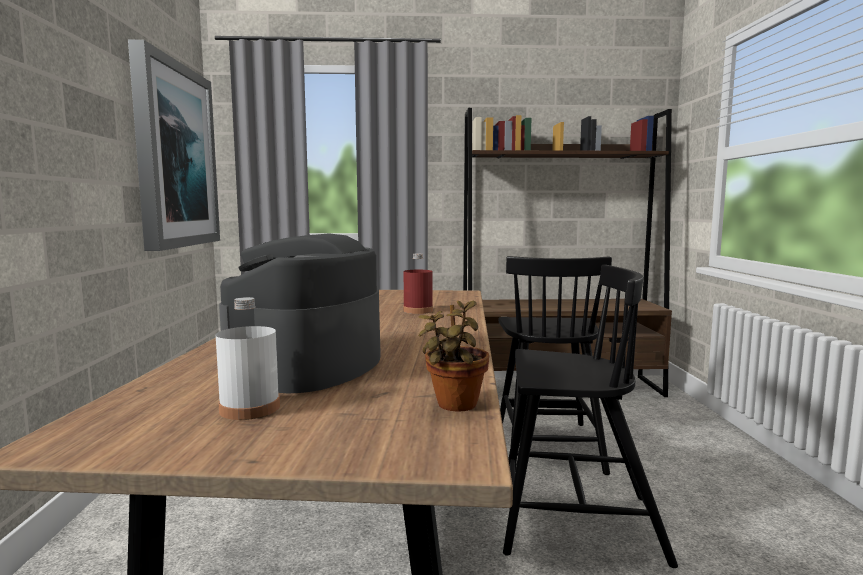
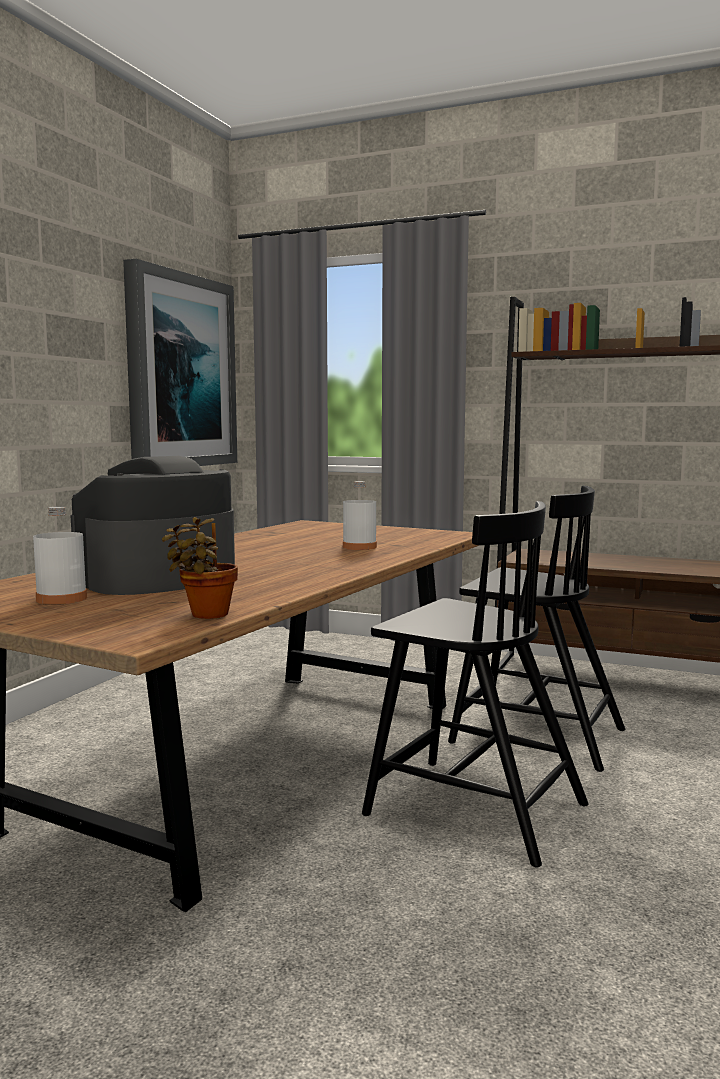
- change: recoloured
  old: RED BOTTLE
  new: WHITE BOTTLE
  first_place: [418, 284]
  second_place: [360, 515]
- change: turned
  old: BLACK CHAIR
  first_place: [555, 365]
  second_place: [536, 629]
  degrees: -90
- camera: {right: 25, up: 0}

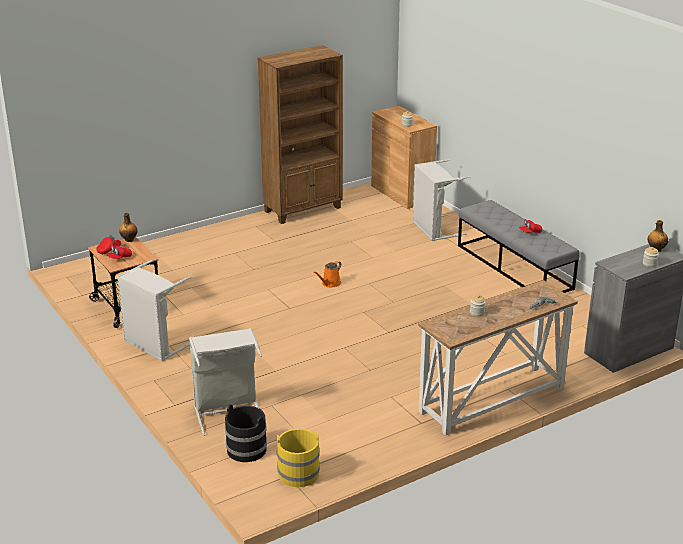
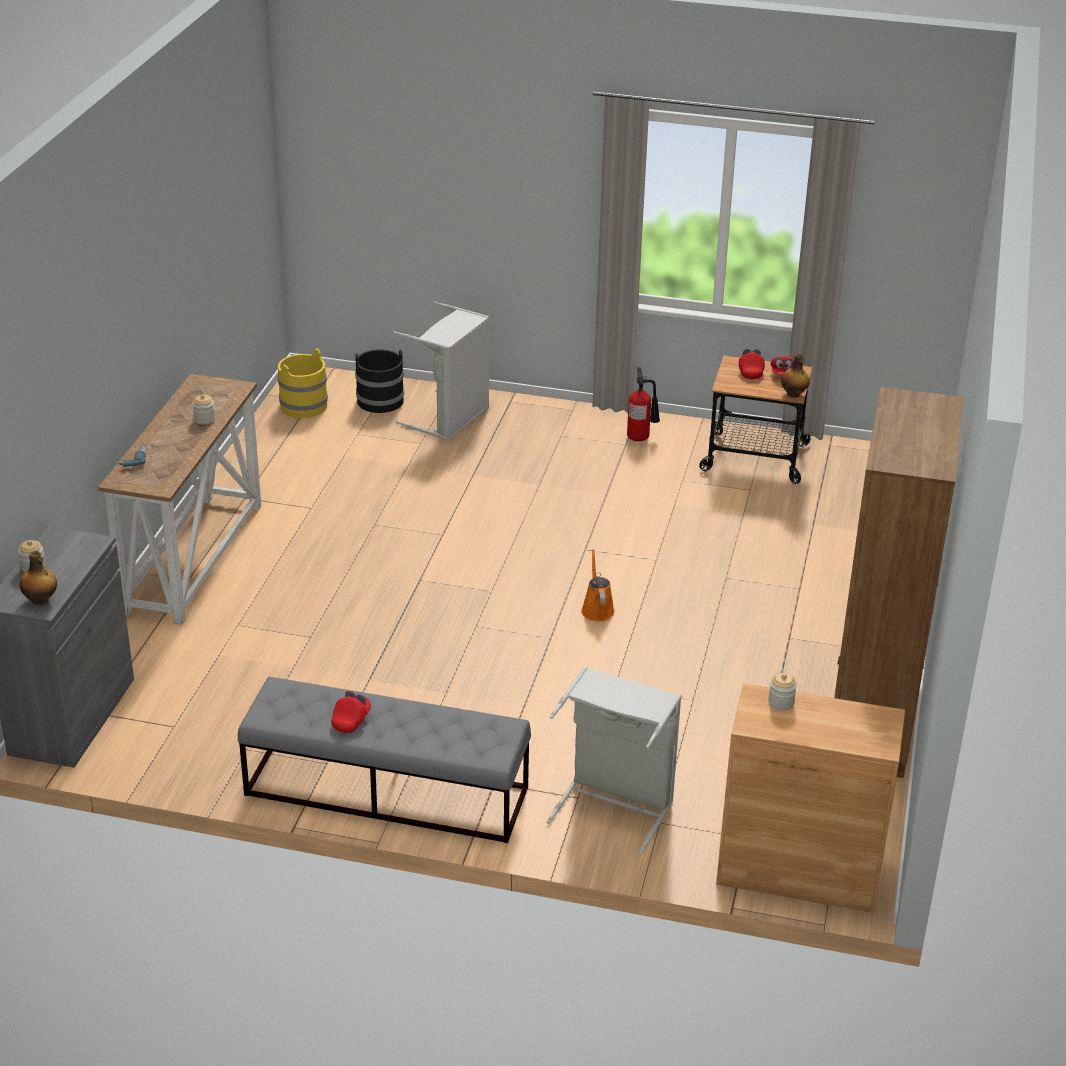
- change: replaced
  old: GREY LAUNDRY BASKET
  new: FIRE EXTINGUISHER
  first_place: [154, 310]
  second_place: [643, 404]
- camera: {right: 135, up: 5}

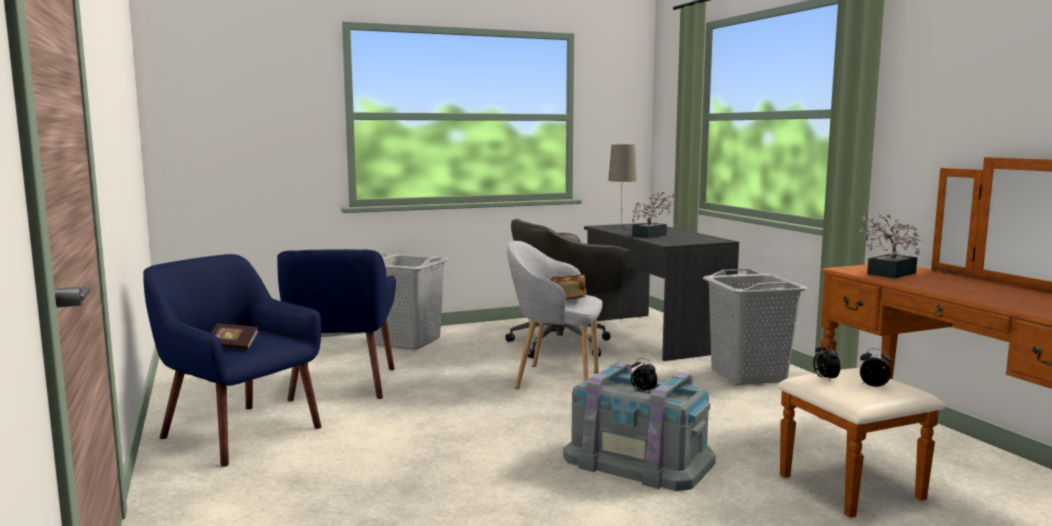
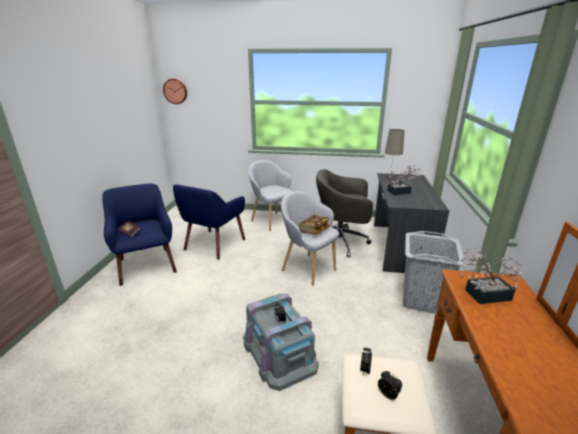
- change: added
  new: WALL CLOCK
  second_place: [175, 91]
- change: replaced
  old: GREY LAUNDRY BASKET
  new: GREY ARMCHAIR
  first_place: [411, 301]
  second_place: [271, 195]
- camera: {right: 30, up: 15}

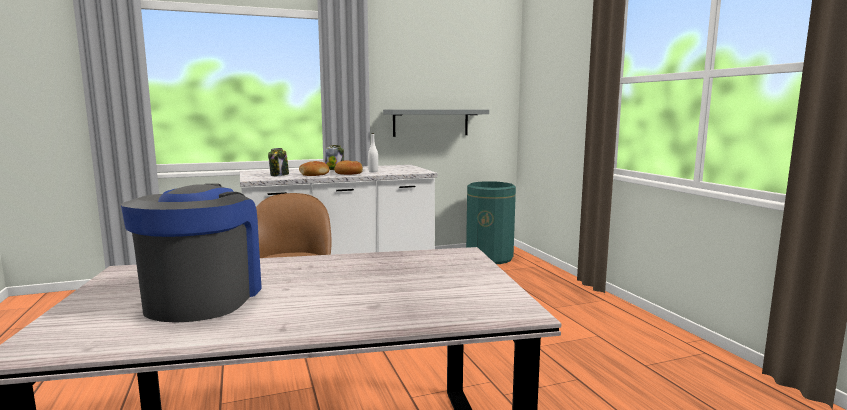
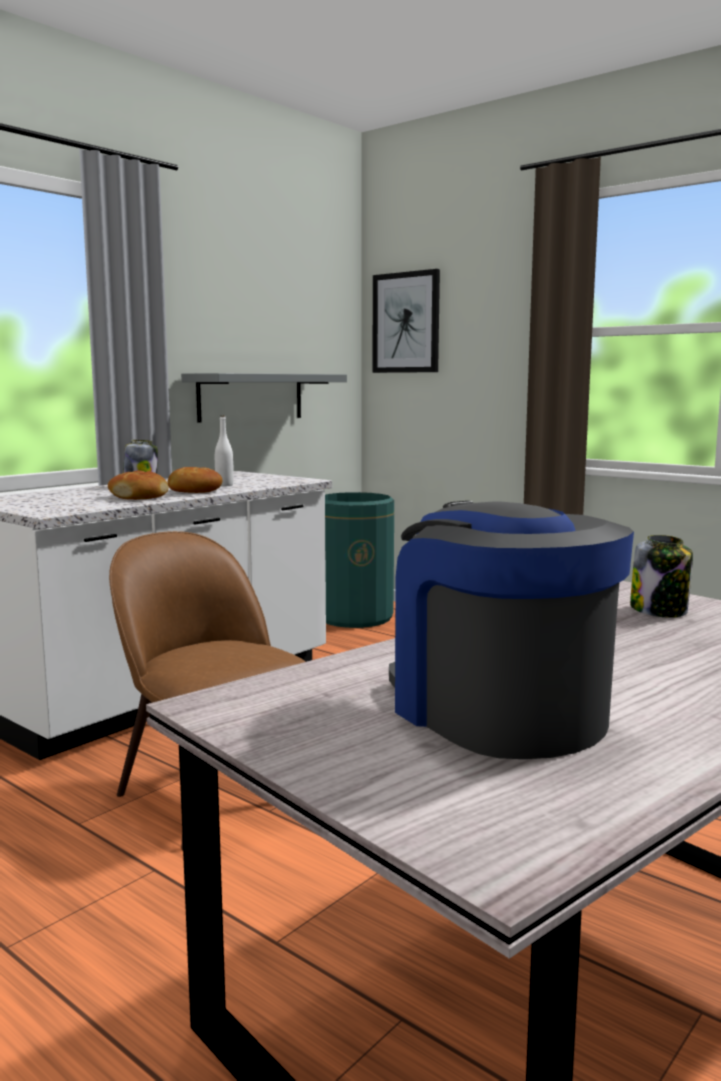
- change: added
  new: PICTURE
  second_place: [406, 321]
- change: moved
  old: JAR
  first_place: [278, 162]
  second_place: [661, 576]
- camera: {right: -30, up: 0}

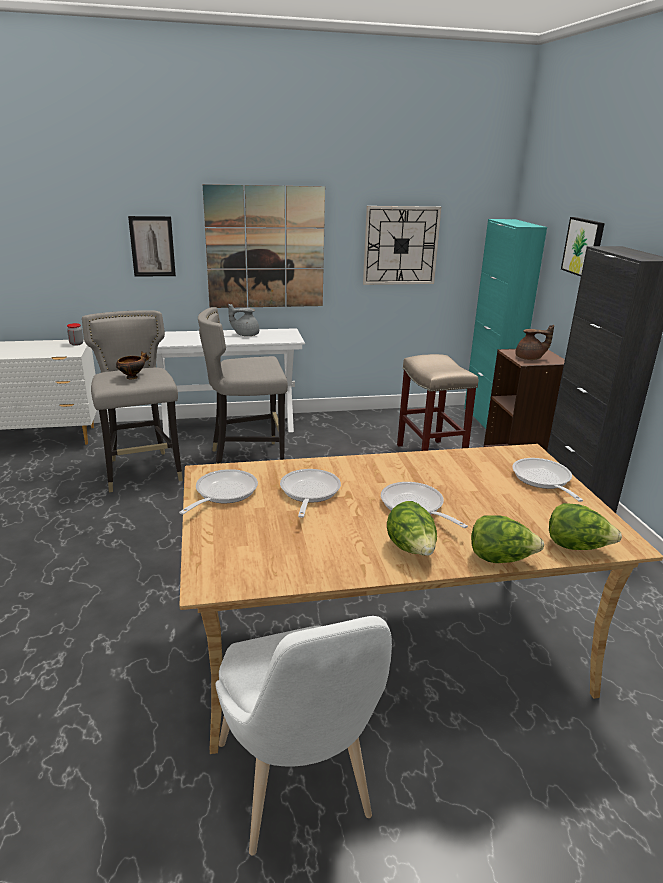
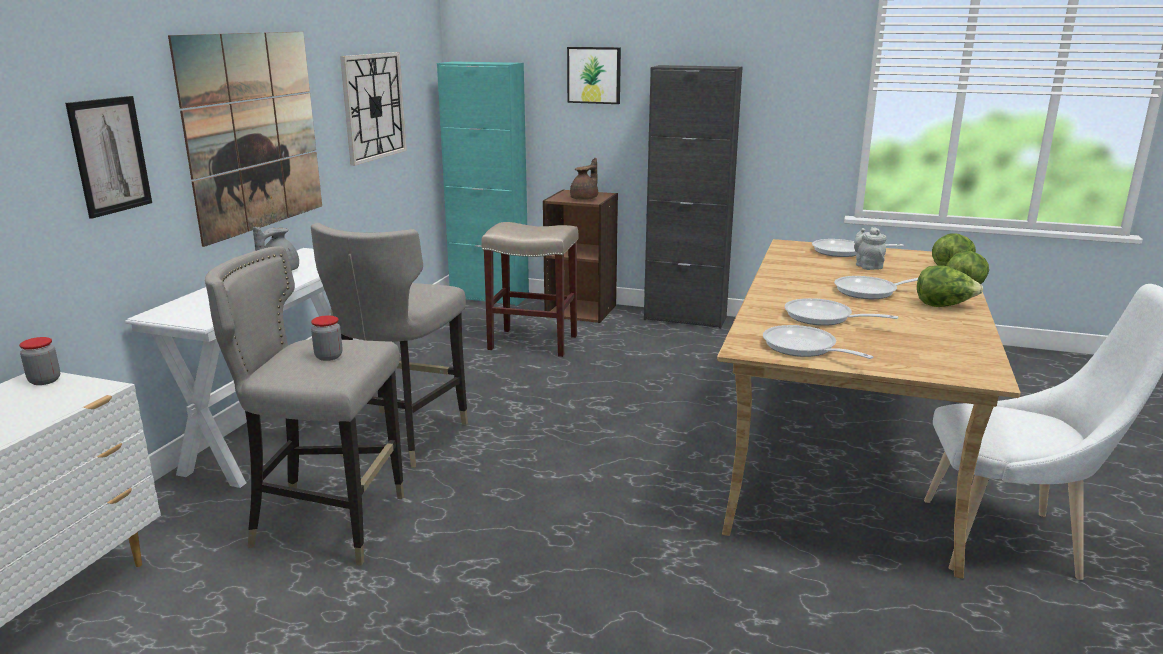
- change: replaced
  old: BOWL
  new: JAR
  first_place: [132, 365]
  second_place: [326, 338]
- change: added
  new: GREY TEAPOT
  second_place: [870, 248]
- camera: {right: -60, up: -5}

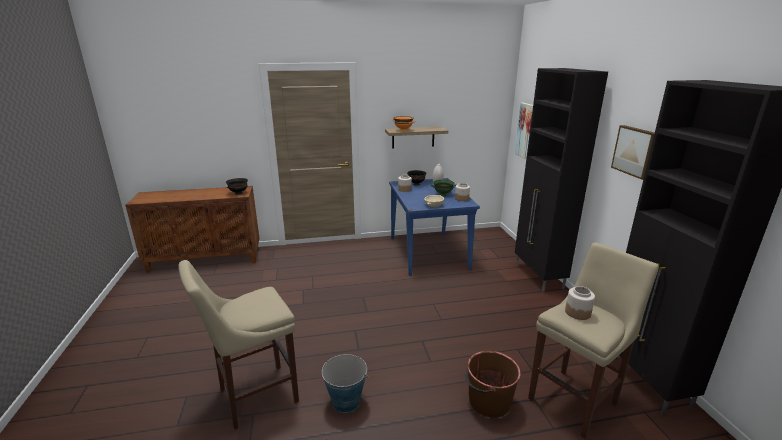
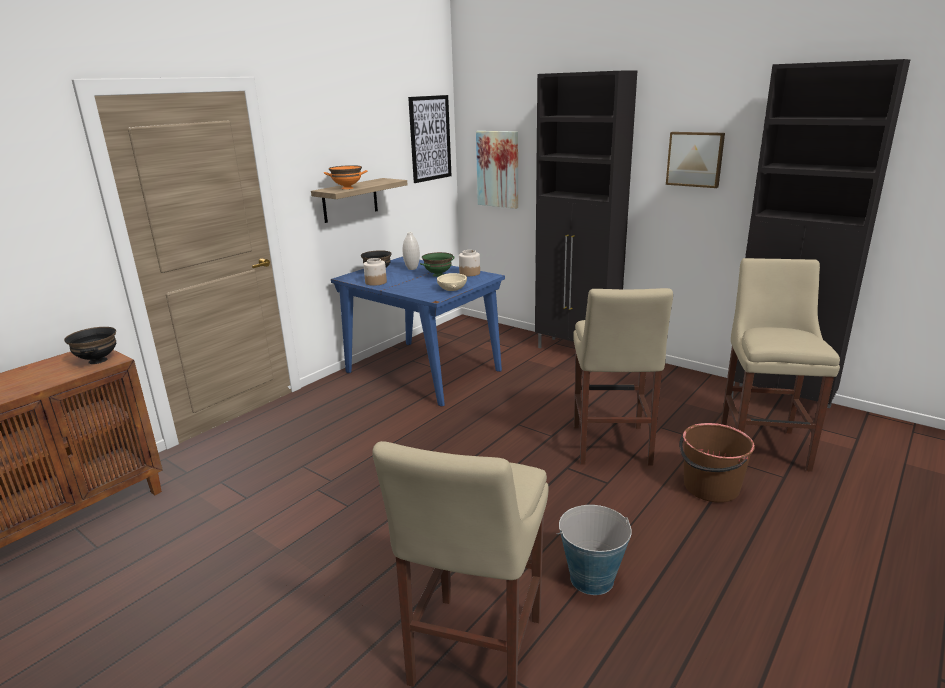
- change: added
  new: PICTURE
  second_place: [429, 139]
- change: added
  new: BEIGE STOOL
  second_place: [623, 376]
- change: removed
  old: JAR
  first_place: [580, 303]
- camera: {right: -40, up: 0}

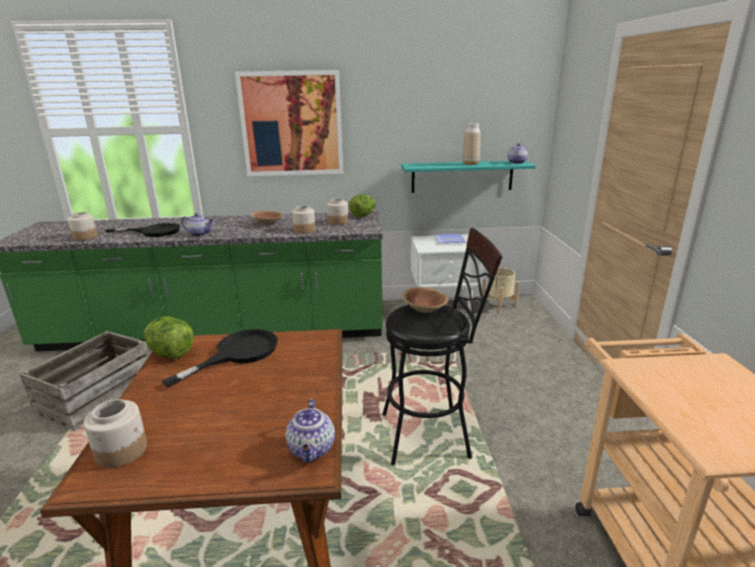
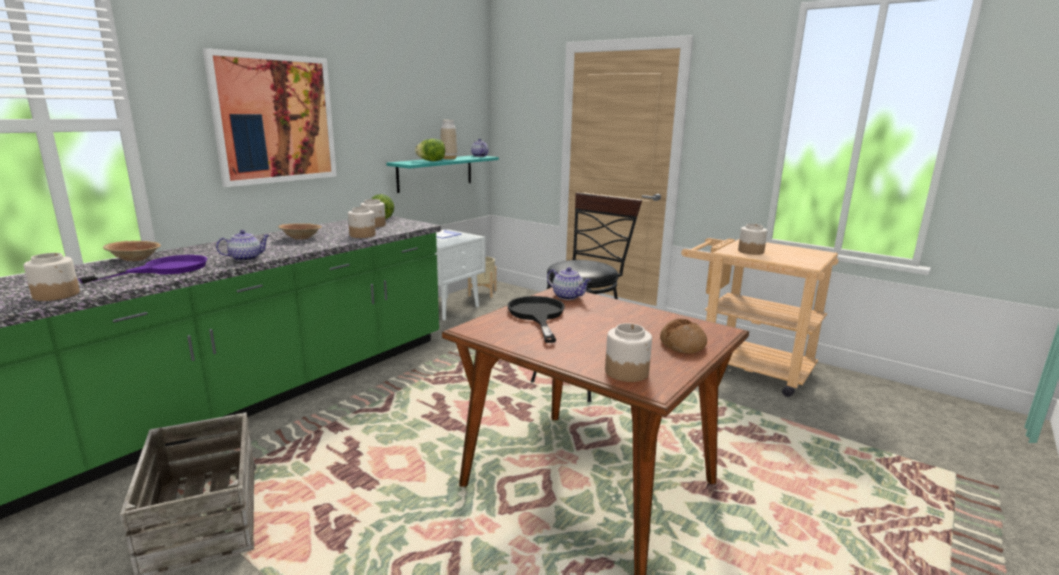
- change: recoloured
  old: BLACK FRYING PAN
  new: PURPLE FRYING PAN
  first_place: [142, 230]
  second_place: [142, 269]
- change: moved
  old: BROWN BOWL
  first_place: [425, 300]
  second_place: [132, 251]
- change: moved
  old: LETTUCE
  first_place: [169, 337]
  second_place: [430, 150]
- change: moved
  old: TEAPOT
  first_place: [310, 431]
  second_place: [569, 283]
- change: added
  new: BREAD
  second_place: [683, 336]
- change: added
  new: JAR
  second_place: [752, 239]
- camera: {right: -50, up: -5}

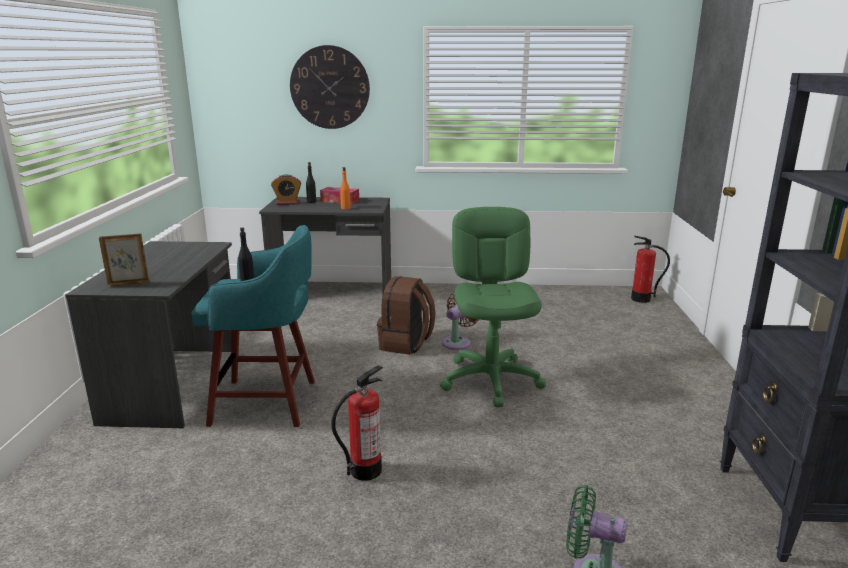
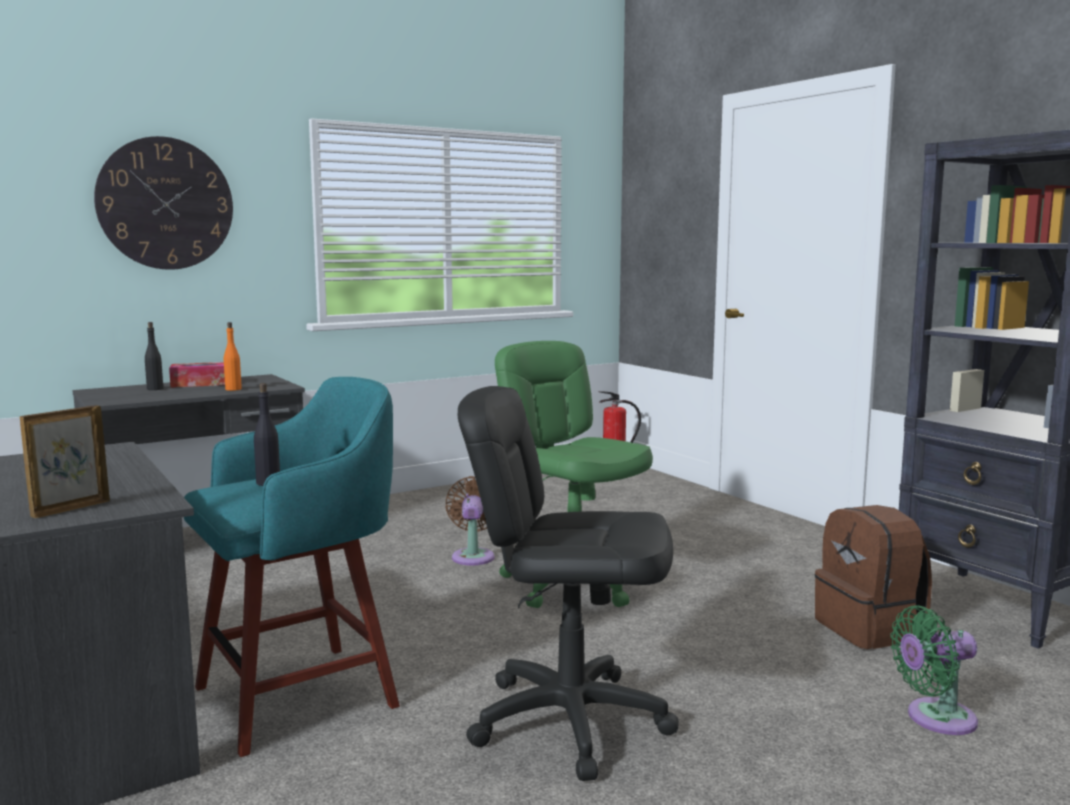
- change: replaced
  old: FIRE EXTINGUISHER
  new: BLACK OFFICE CHAIR
  first_place: [357, 423]
  second_place: [568, 583]
- change: moved
  old: BROWN BACKPACK
  first_place: [406, 315]
  second_place: [873, 577]
- change: removed
  old: ALARM CLOCK
  first_place: [286, 189]
- camera: {right: -35, up: -10}

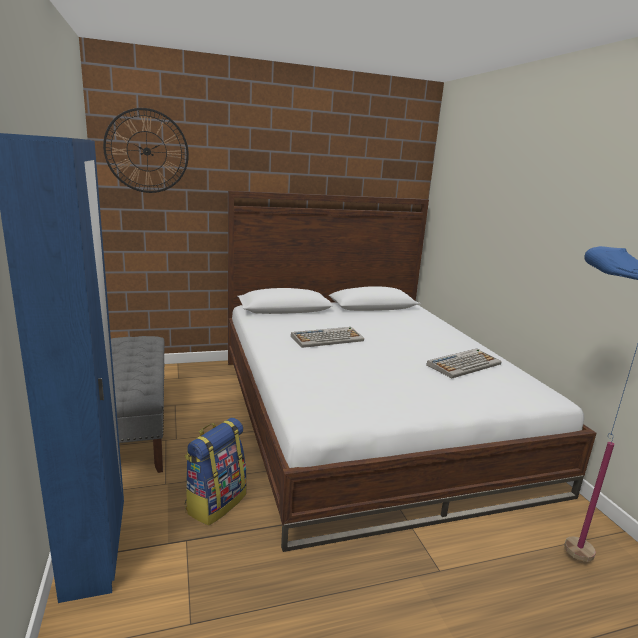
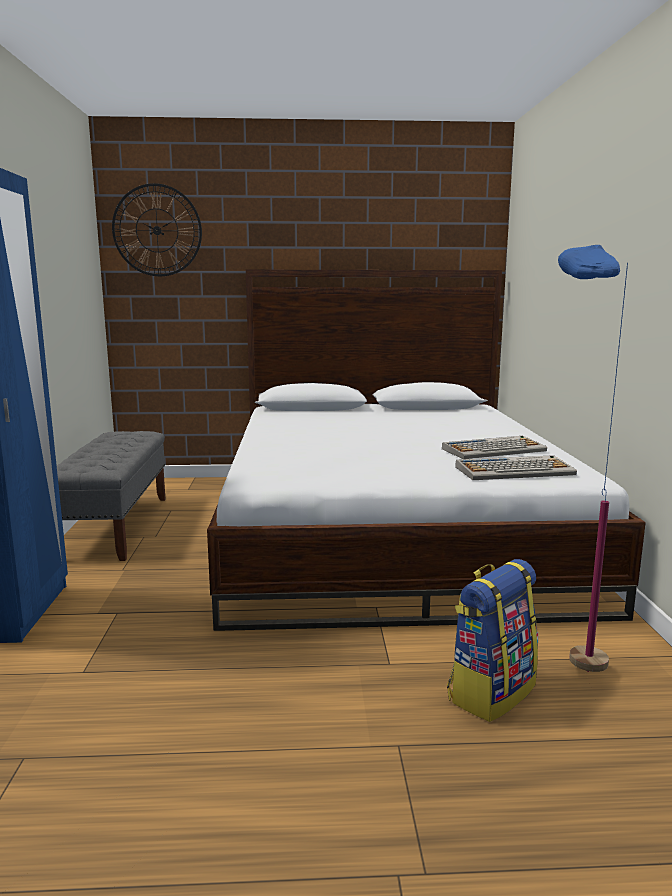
- change: moved
  old: BACKPACK
  first_place: [216, 472]
  second_place: [492, 640]
- change: moved
  old: KEYBOARD
  first_place: [327, 337]
  second_place: [516, 467]
- camera: {right: 15, up: -5}

